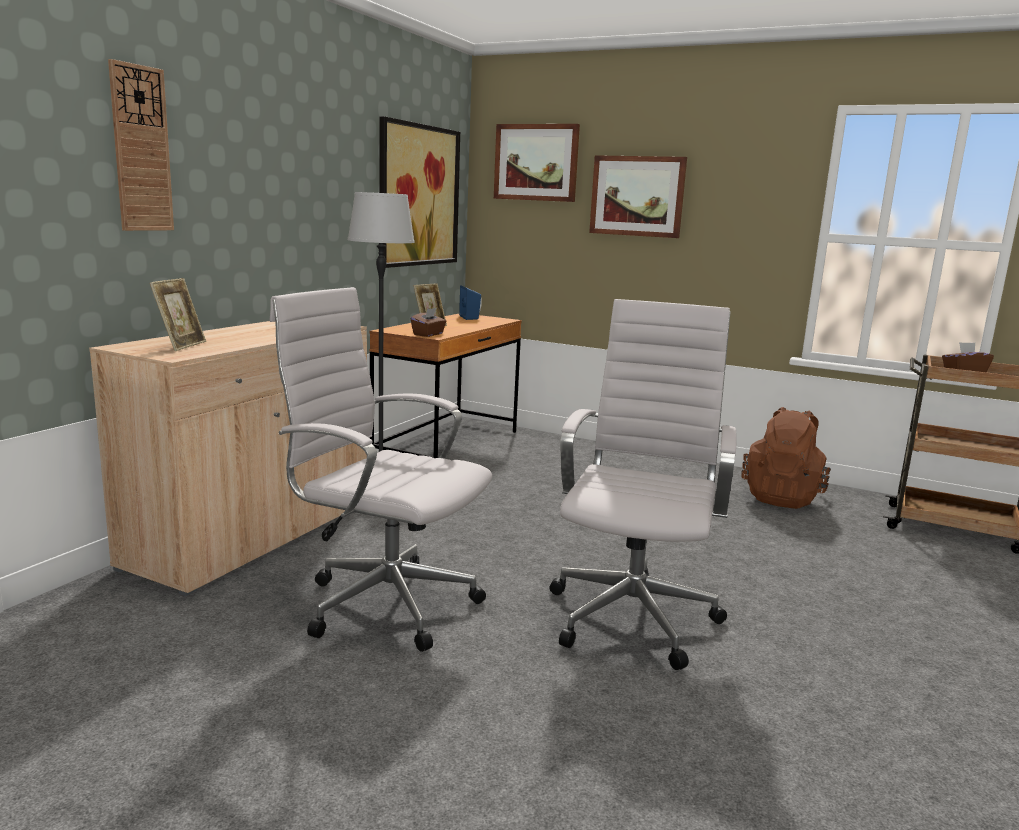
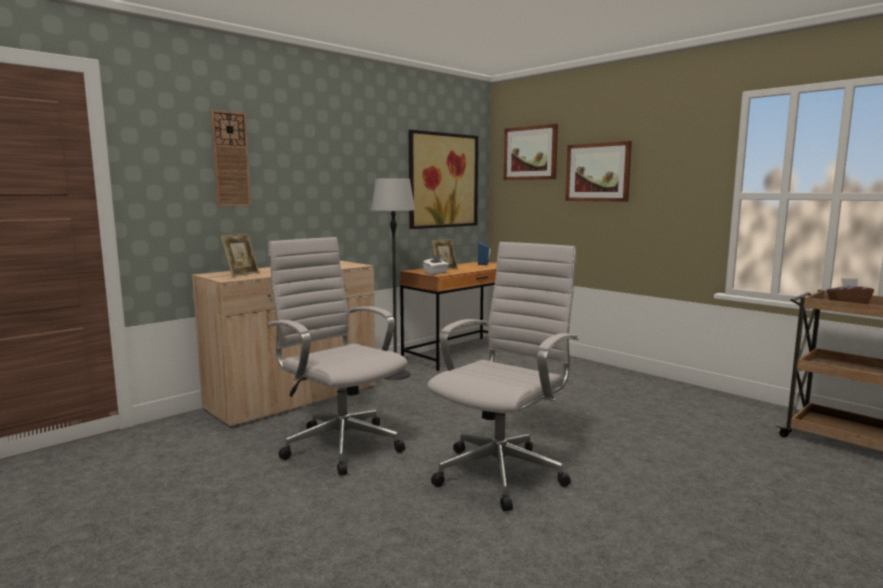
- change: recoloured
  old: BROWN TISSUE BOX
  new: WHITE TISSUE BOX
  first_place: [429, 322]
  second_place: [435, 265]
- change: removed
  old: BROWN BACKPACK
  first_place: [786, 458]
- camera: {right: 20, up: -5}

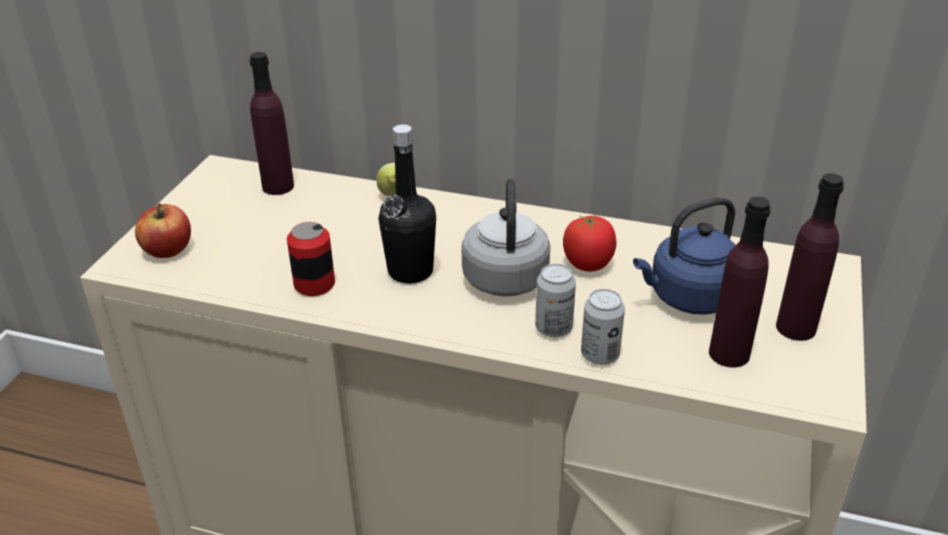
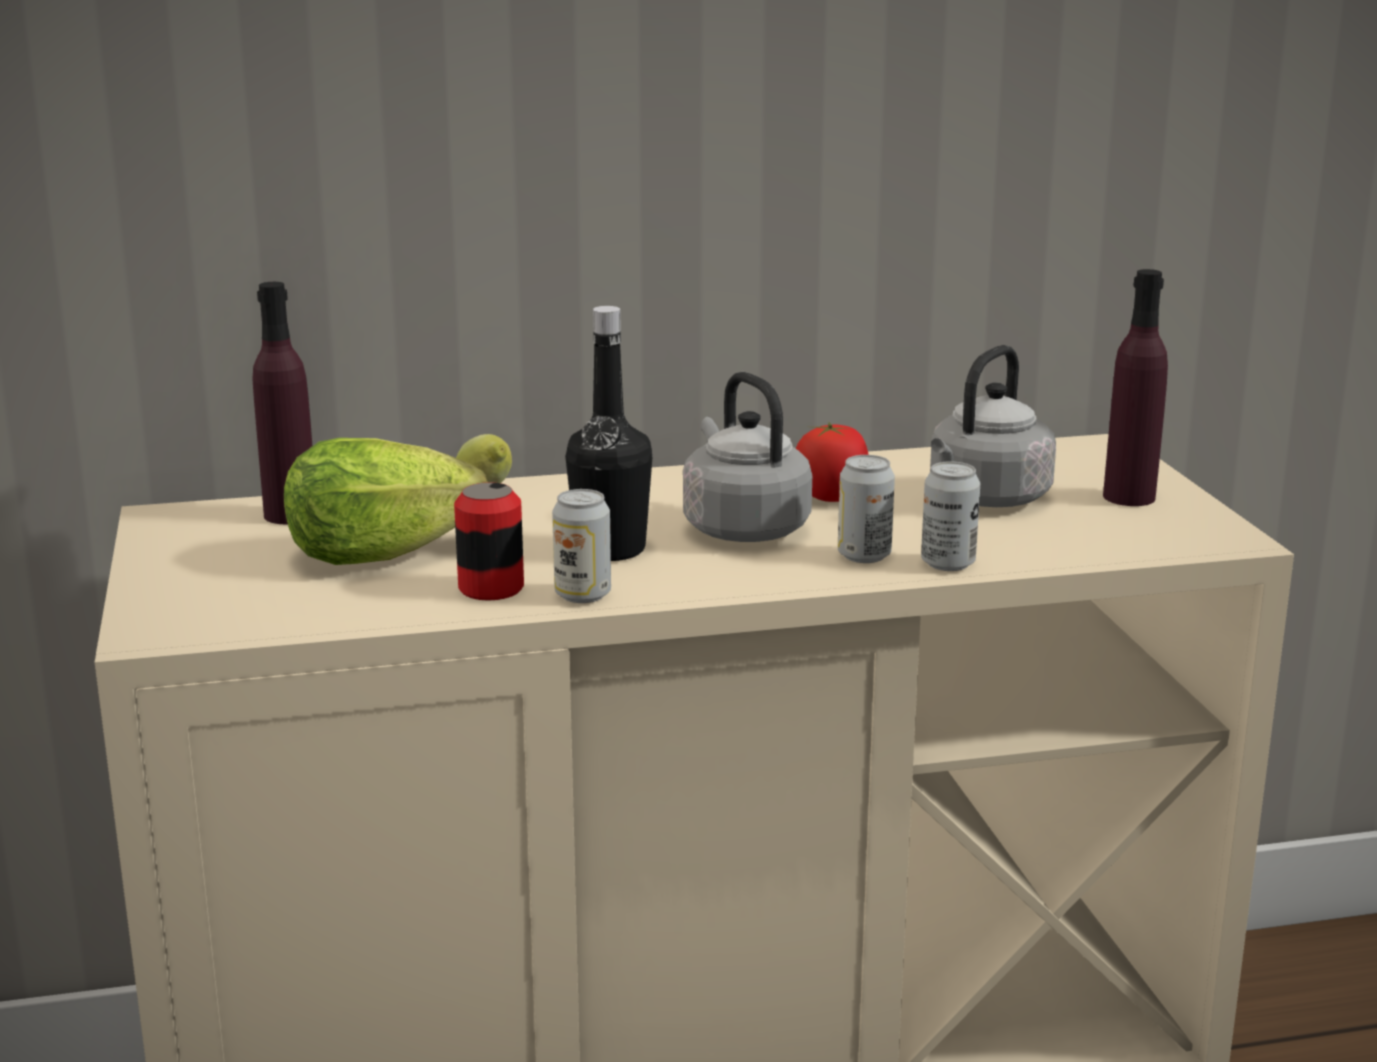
- change: added
  new: LETTUCE
  second_place: [386, 501]
- change: added
  new: CAN
  second_place: [581, 546]
- change: recoloured
  old: BLUE KETTLE
  new: GREY KETTLE
  first_place: [684, 256]
  second_place: [993, 426]
- change: removed
  old: APPLE
  first_place: [163, 230]
- change: removed
  old: PURPLE BOTTLE
  first_place: [740, 282]
- camera: {right: -30, up: -15}

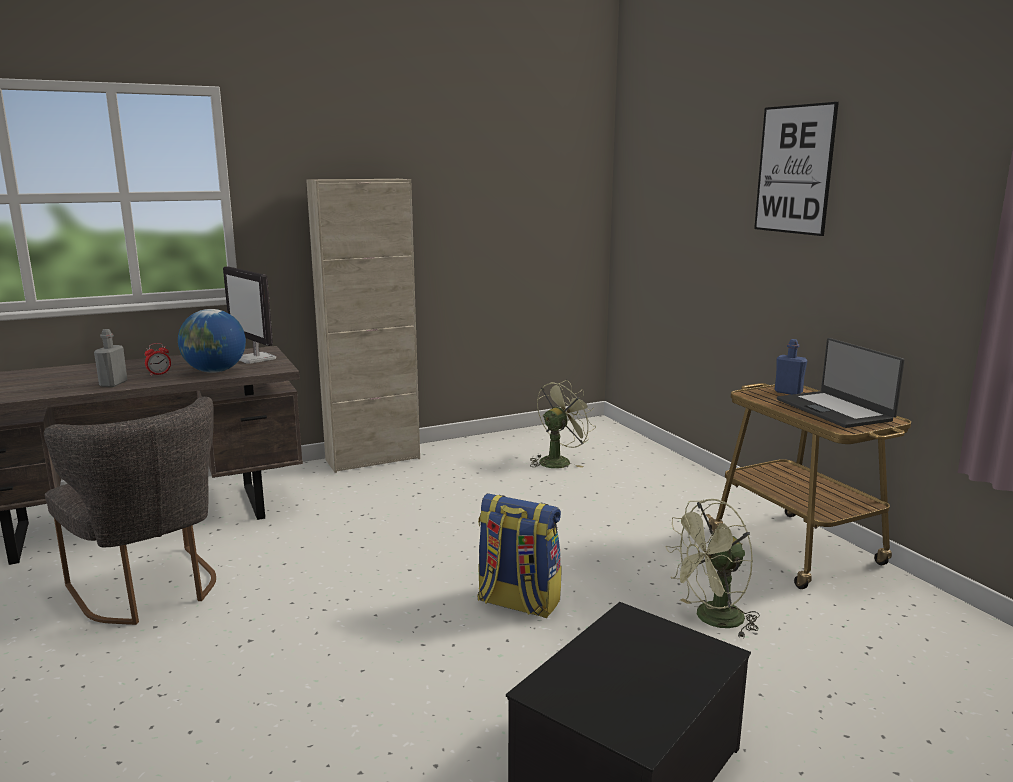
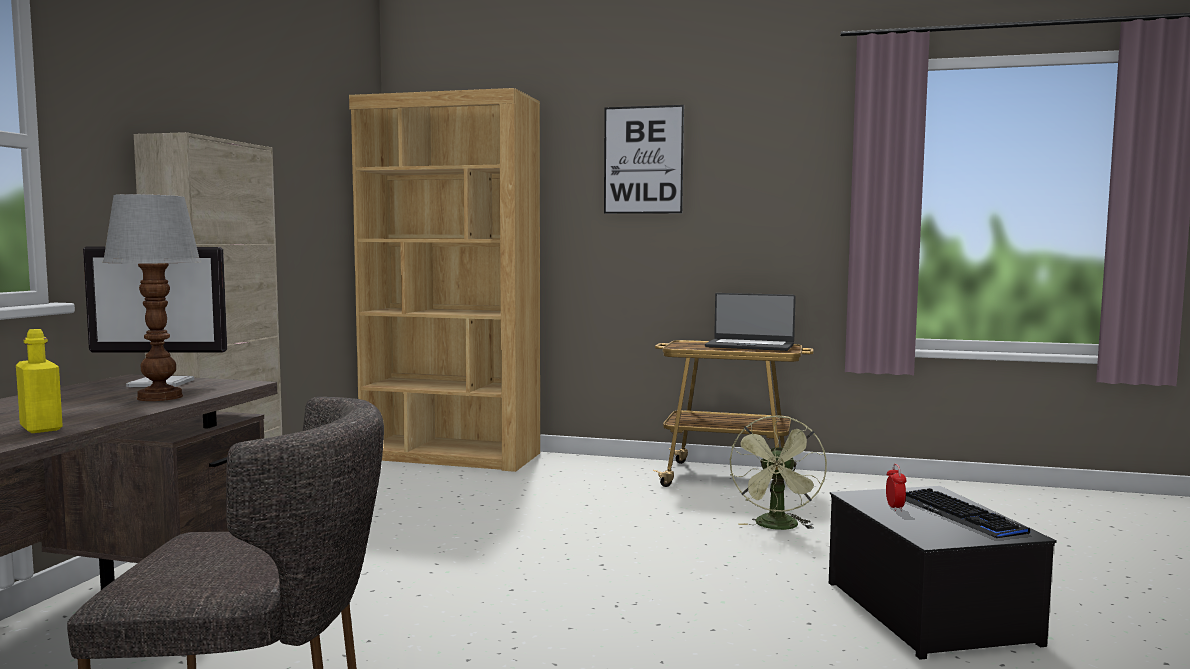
- change: recoloured
  old: GREY BOTTLE
  new: YELLOW BOTTLE
  first_place: [111, 358]
  second_place: [39, 381]
- change: replaced
  old: GLOBE
  new: TABLE LAMP
  first_place: [212, 341]
  second_place: [151, 297]
- change: added
  new: BROWN BOOKCASE
  second_place: [444, 280]
- change: moved
  old: ALARM CLOCK
  first_place: [157, 359]
  second_place: [896, 487]
- change: added
  new: KEYBOARD
  second_place: [967, 513]
- change: removed
  old: BACKPACK
  first_place: [519, 556]
- change: removed
  old: GREEN FAN
  first_place: [563, 424]
- change: removed
  old: BLUE BOTTLE
  first_place: [791, 367]
- camera: {right: -50, up: -10}

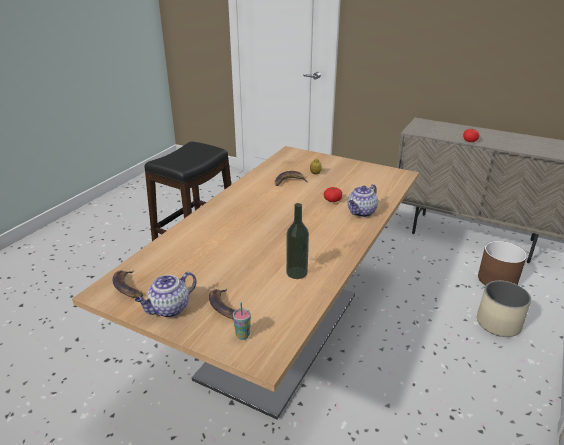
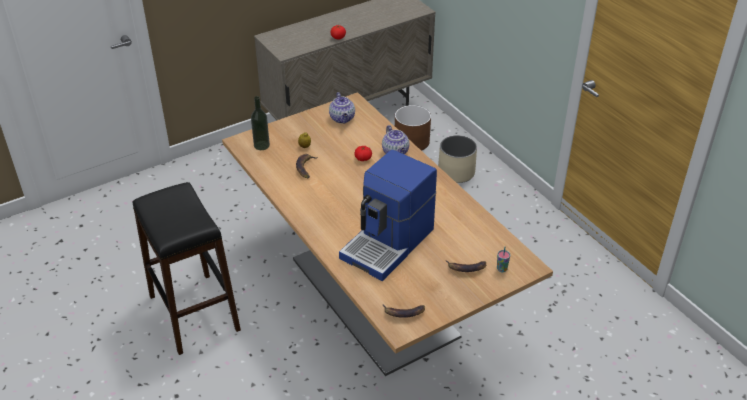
- change: moved
  old: BOTTLE
  first_place: [297, 241]
  second_place: [260, 123]
- change: moved
  old: TEAPOT
  first_place: [166, 294]
  second_place: [342, 108]
- change: added
  new: COFFEE MACHINE
  second_place: [388, 215]
- camera: {right: -60, up: 10}

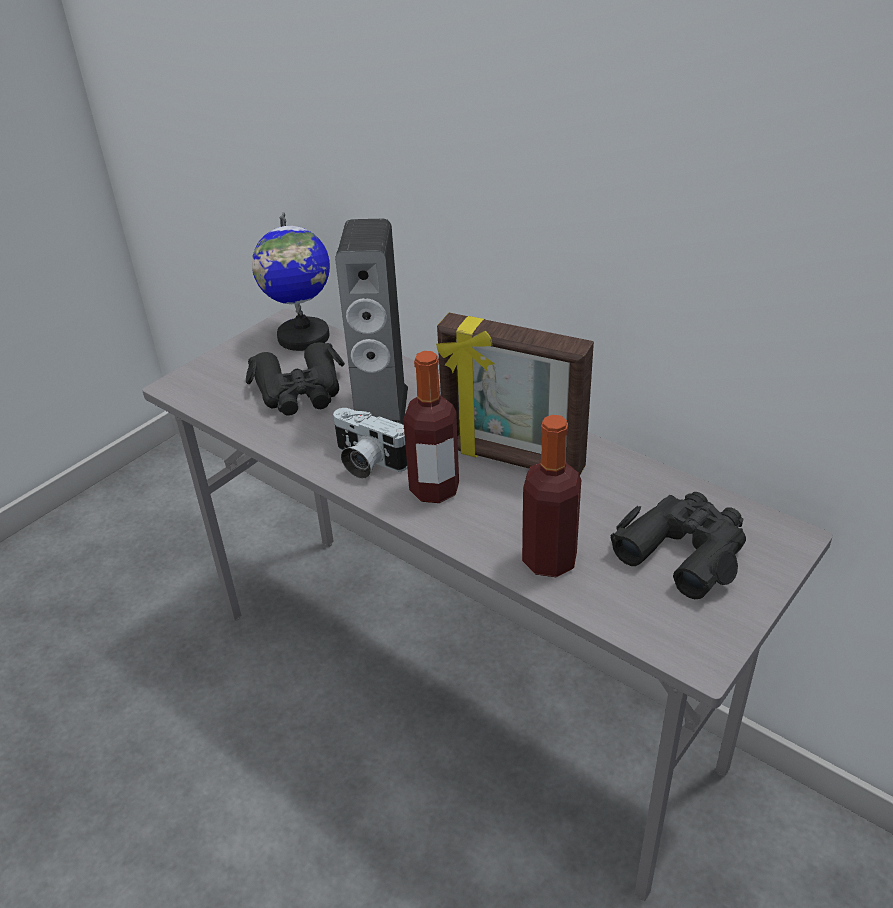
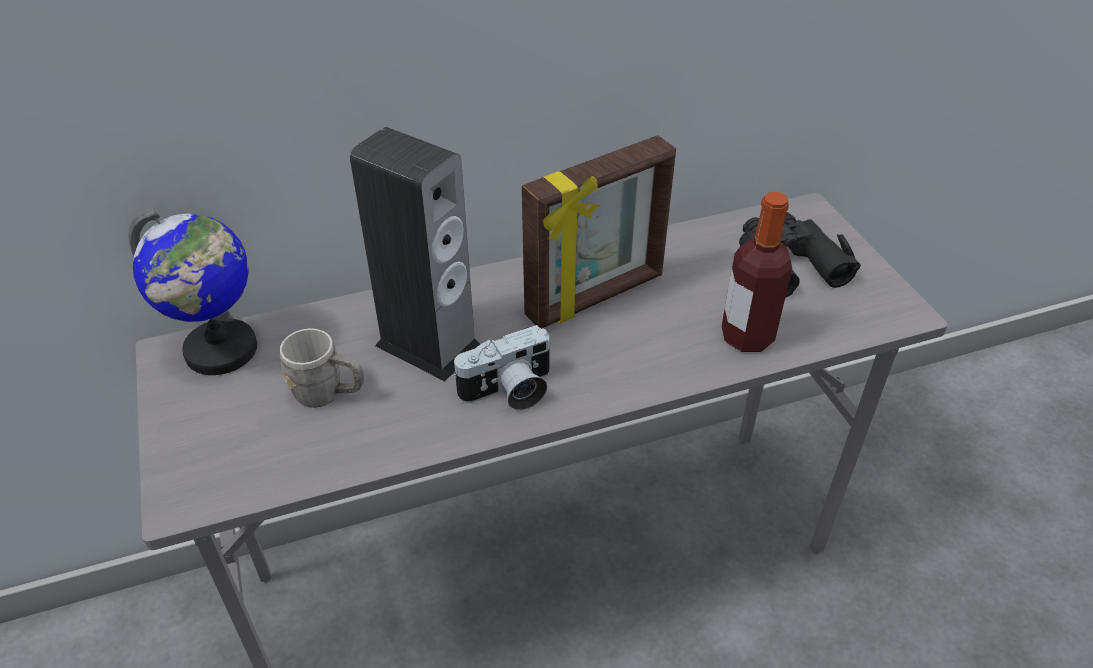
- change: replaced
  old: BLACK BINOCULARS
  new: GREY MUG
  first_place: [295, 379]
  second_place: [321, 368]
- change: removed
  old: BOTTLE
  first_place: [431, 427]
- camera: {right: -60, up: 5}

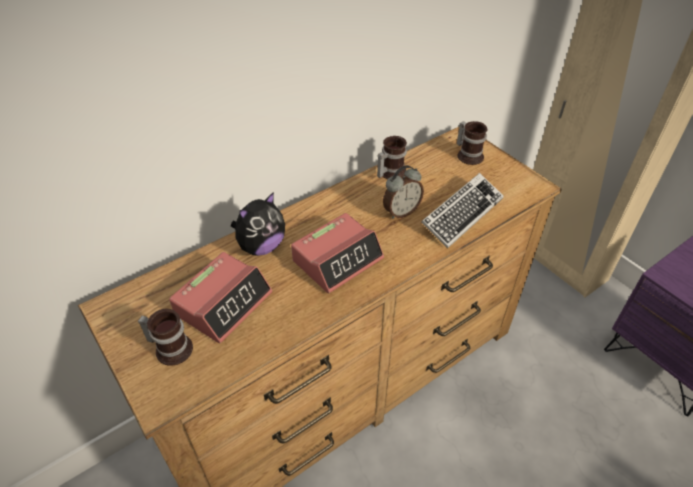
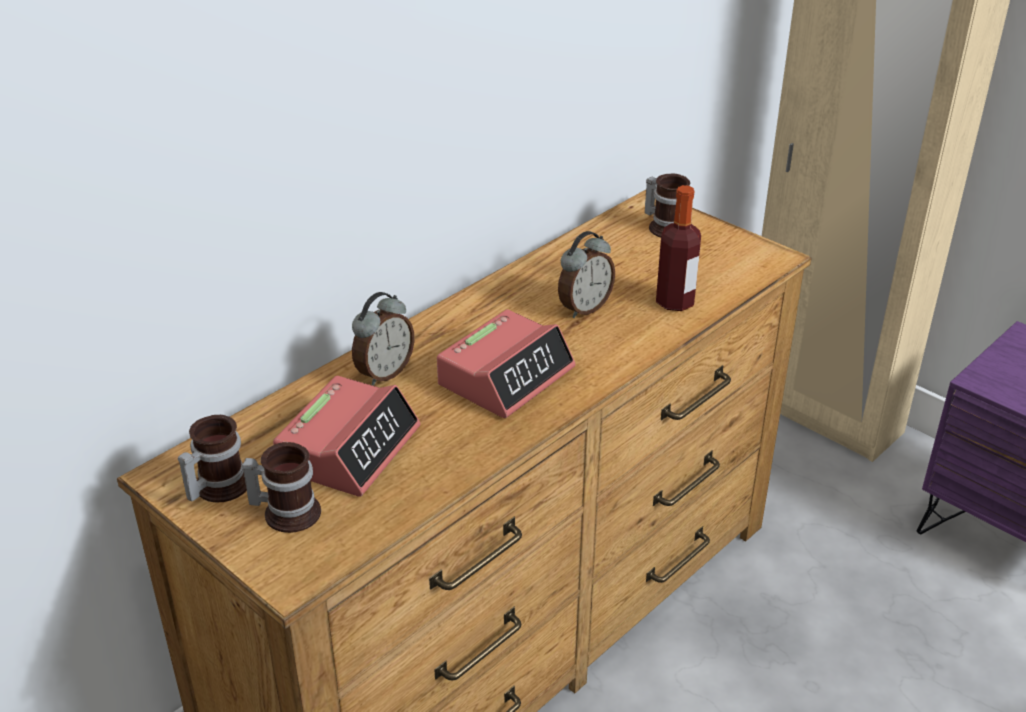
- change: moved
  old: MUG
  first_place: [392, 157]
  second_place: [212, 459]
- change: replaced
  old: PLUSH TOY
  new: ALARM CLOCK
  first_place: [258, 224]
  second_place: [383, 339]
- change: replaced
  old: KEYBOARD
  new: BOTTLE
  first_place: [462, 210]
  second_place: [678, 248]
- camera: {right: -10, up: -10}

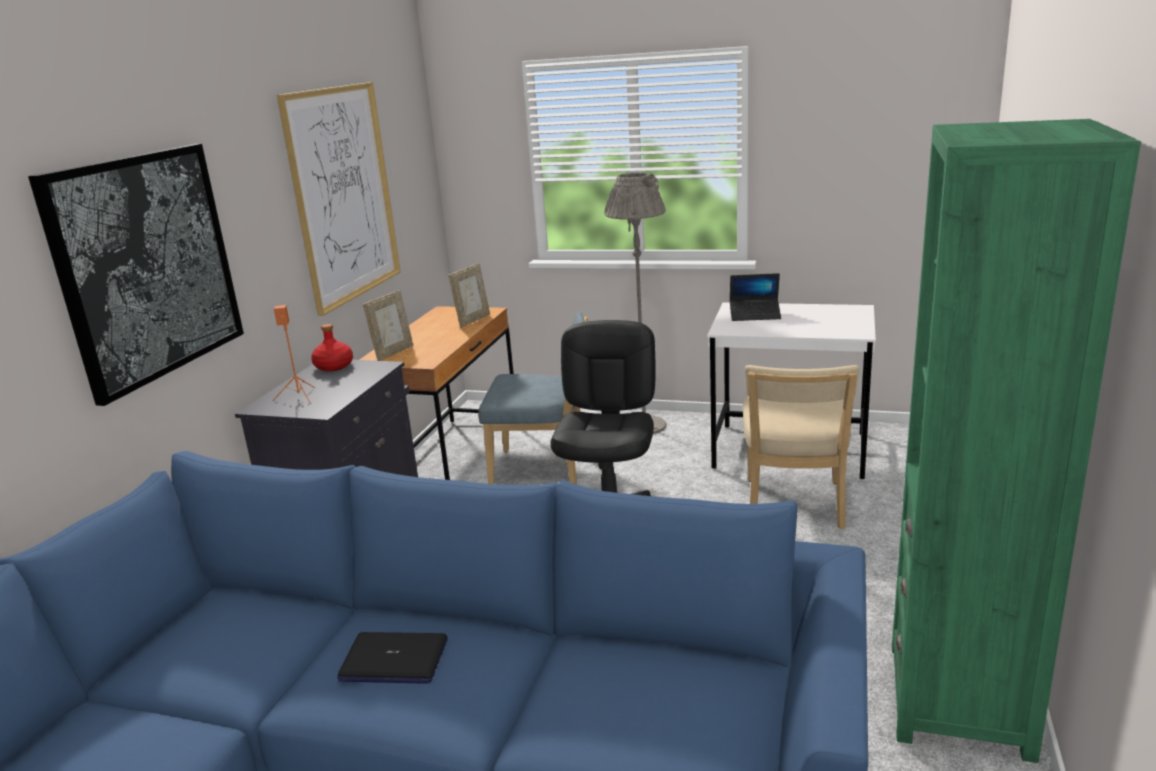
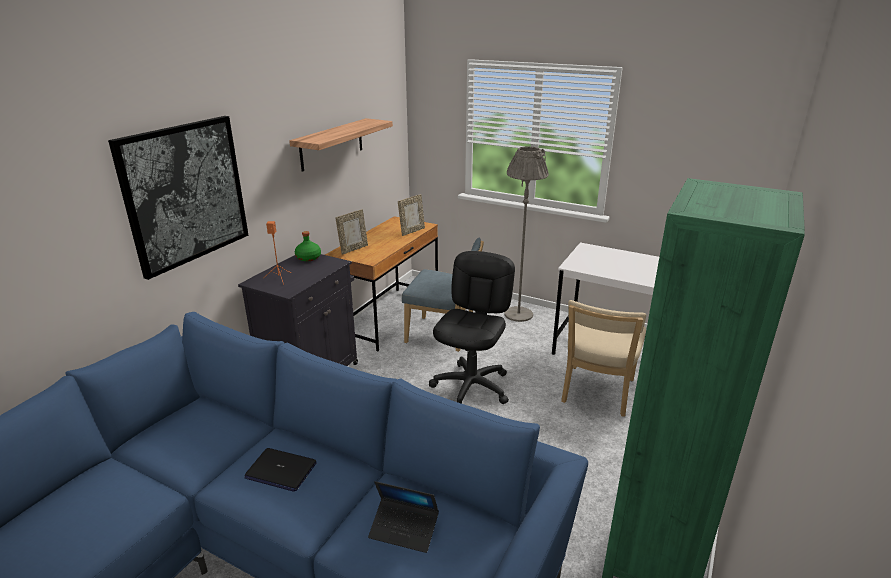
- change: replaced
  old: PICTURE
  new: SHELF
  first_place: [339, 199]
  second_place: [341, 145]
- change: recoloured
  old: RED BOTTLE
  new: GREEN BOTTLE
  first_place: [332, 347]
  second_place: [308, 246]
- change: moved
  old: LAPTOP
  first_place: [755, 297]
  second_place: [403, 517]
- camera: {right: 10, up: 5}

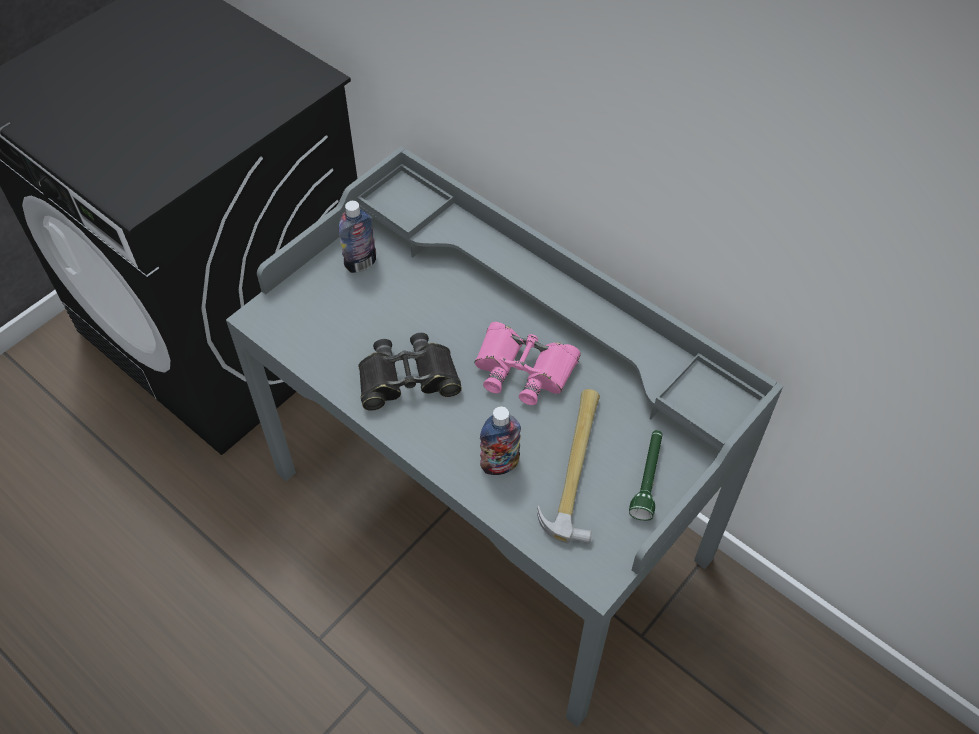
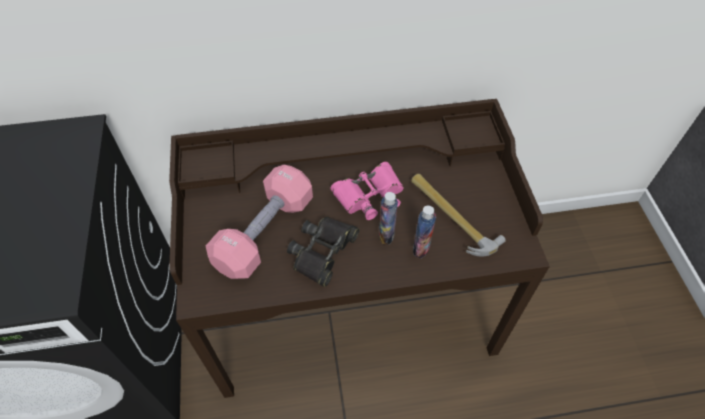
- change: recoloured
  old: GREY DESK
  new: BROWN DESK
  first_place: [504, 437]
  second_place: [359, 248]
- change: added
  new: PINK DUMBBELL
  second_place: [259, 222]
- change: moved
  old: BOTTLE
  first_place: [357, 237]
  second_place: [388, 218]
- change: removed
  old: GREEN FLASHLIGHT
  first_place: [645, 475]
- camera: {right: -50, up: 0}

